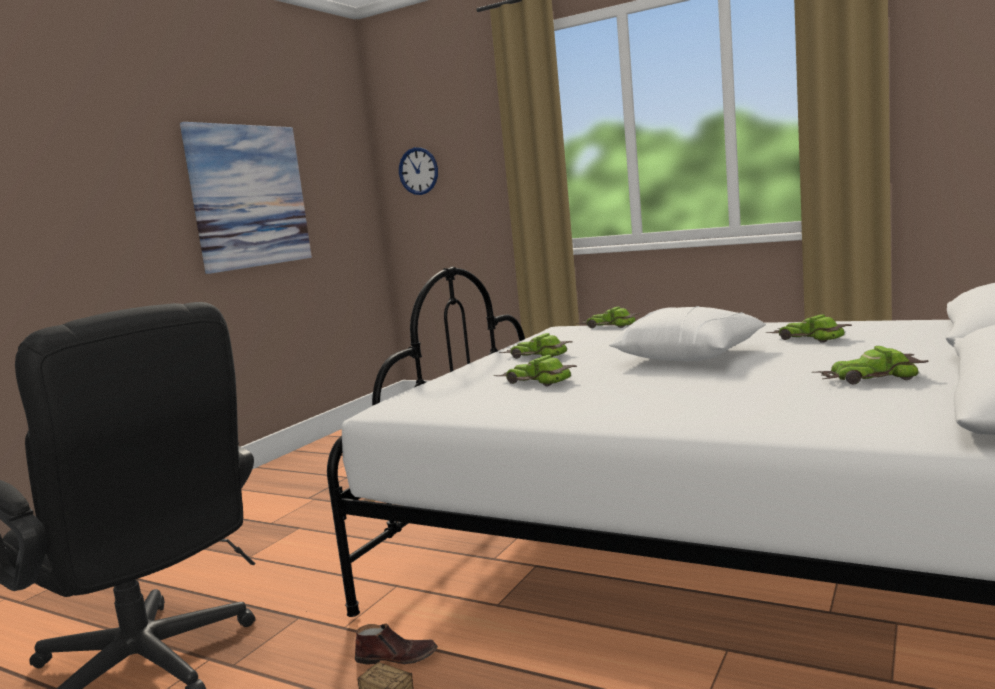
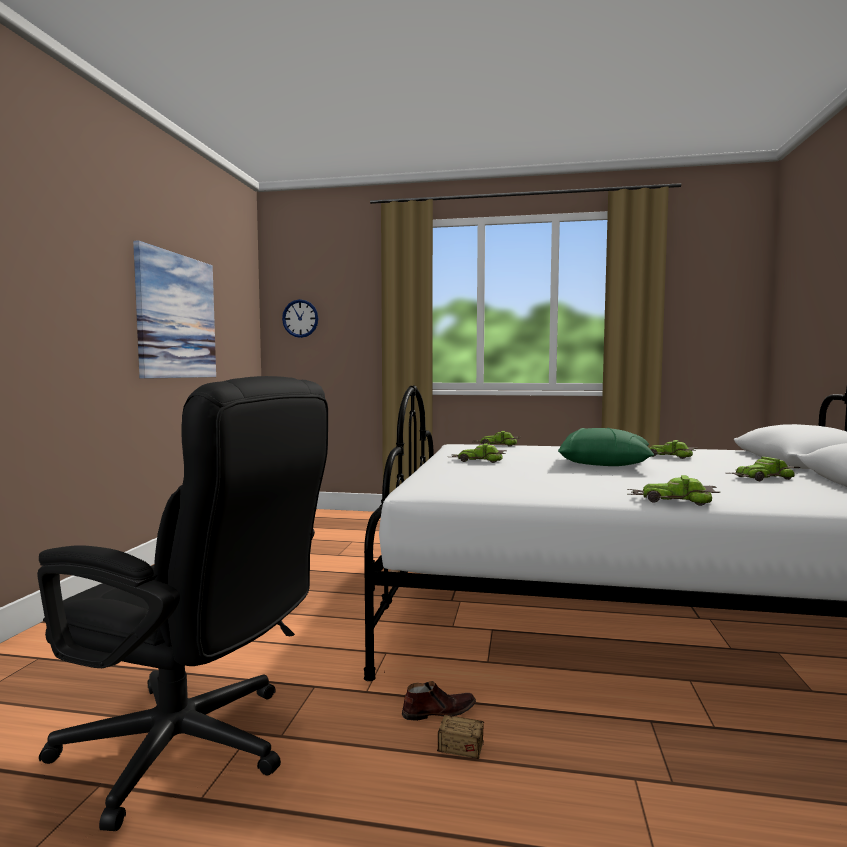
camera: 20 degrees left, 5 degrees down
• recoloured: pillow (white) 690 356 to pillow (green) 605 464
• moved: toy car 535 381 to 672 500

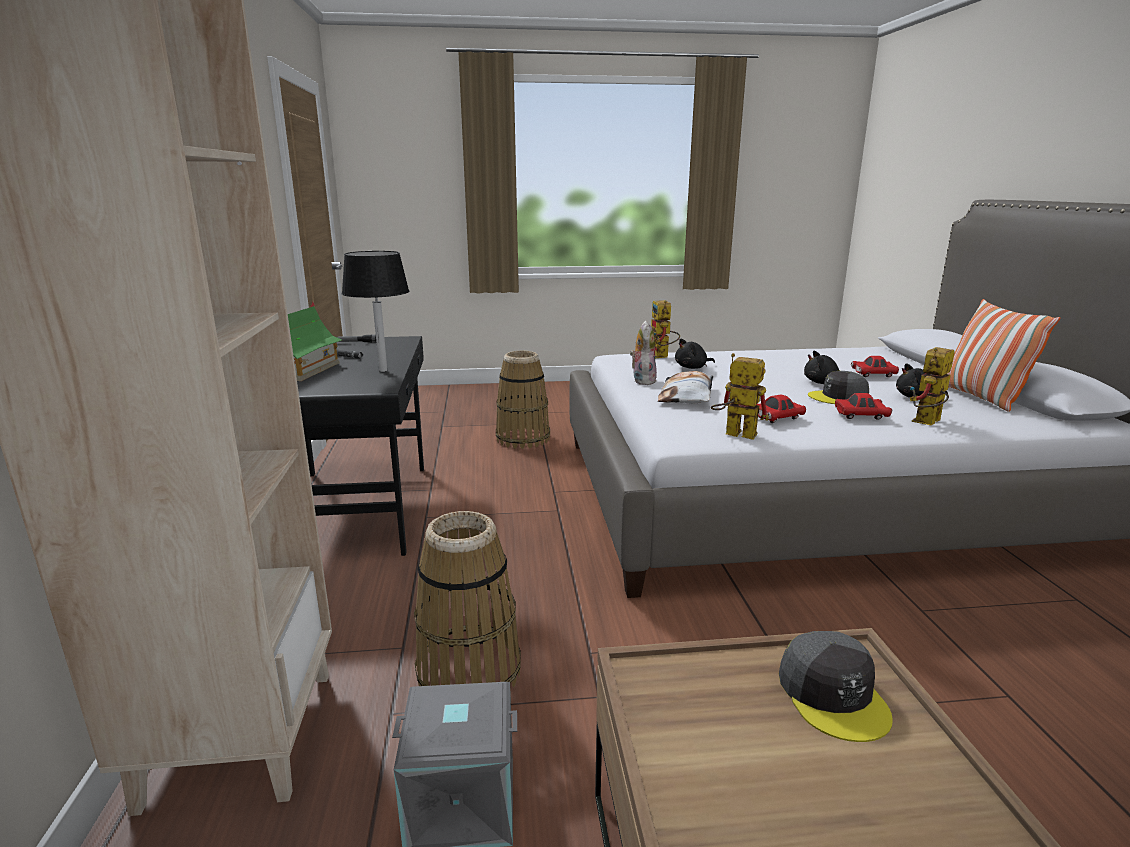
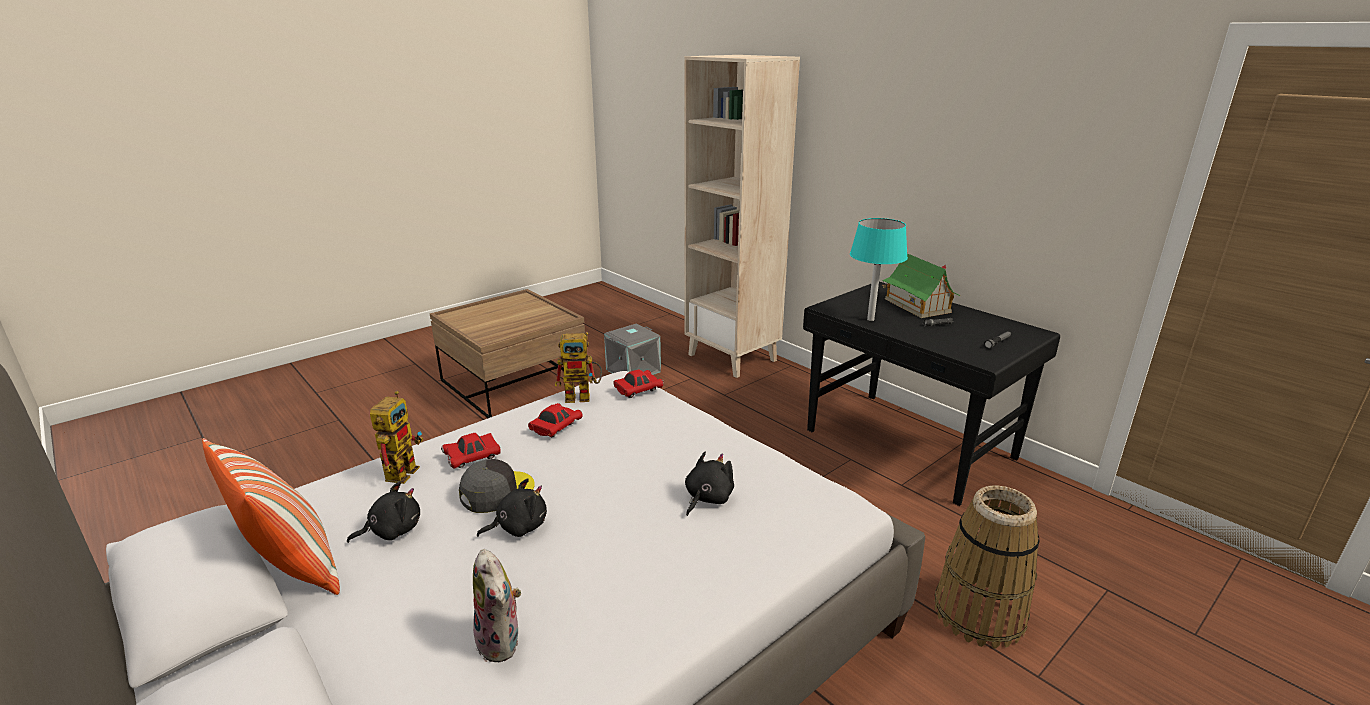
camera: 145 degrees right, 5 degrees up
• moved: plush toy 642 380 to 502 642
• moved: toy car (red) 873 375 to 638 391
• recoloured: table lamp (black) 383 370 to table lamp (turquoise) 870 320
• removed: basket 469 671
• removed: toy robot 662 356
• removed: pillow 687 396
• removed: cap (grey) 833 695

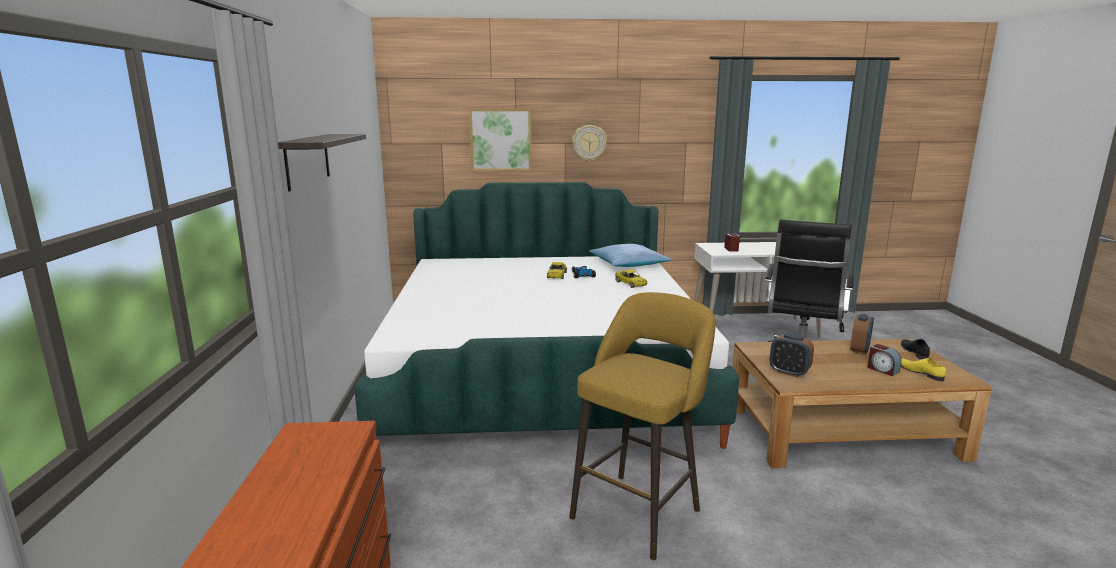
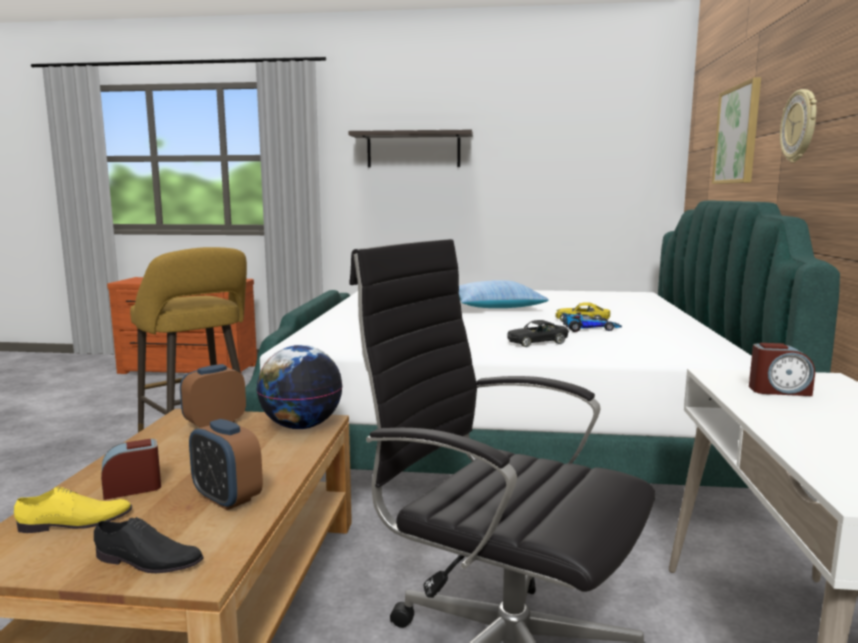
camera: 100 degrees right, 5 degrees down
• added: globe 301 426
• moved: pillow 628 264 to 493 306
• recoloured: toy car (yellow) 630 283 to toy car (black) 537 342

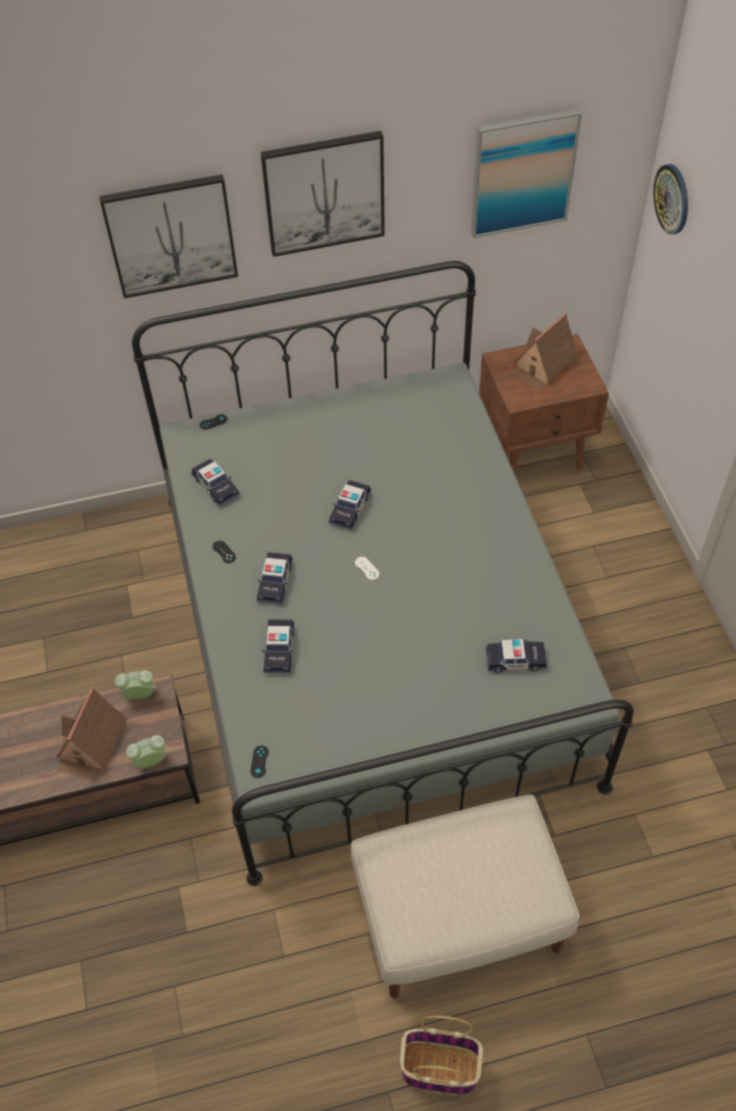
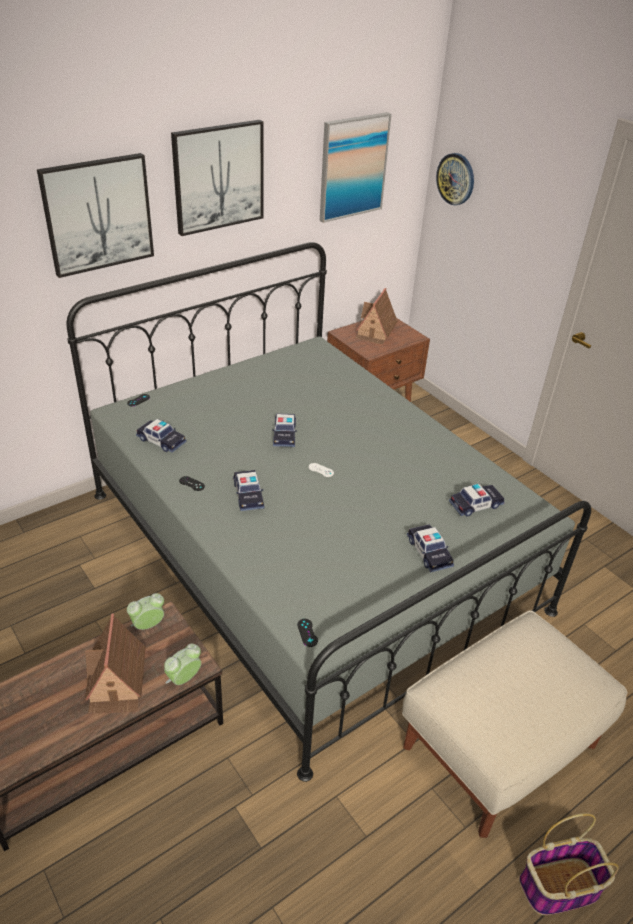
camera: 25 degrees left, 15 degrees down
• moved: toy car 279 649 to 429 552

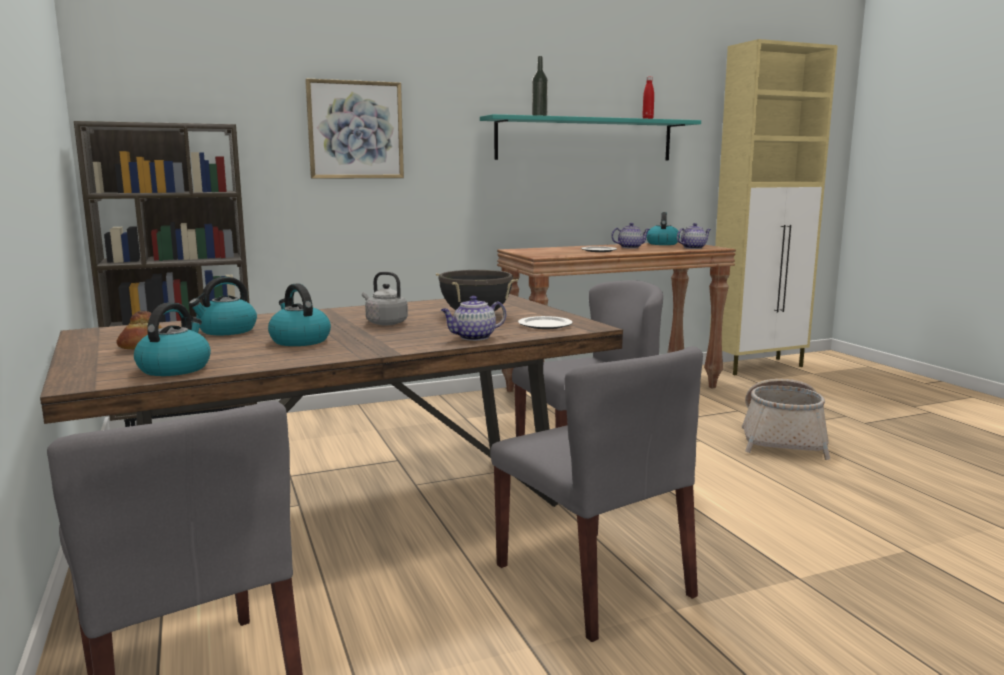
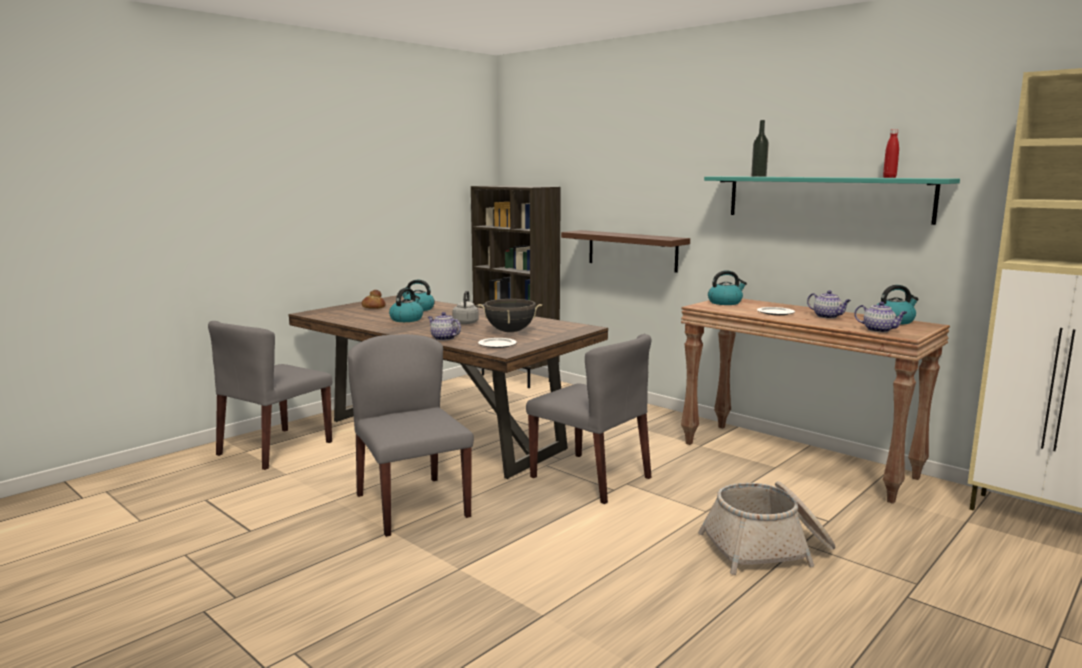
camera: 65 degrees right, 0 degrees up
• turned: chair (grey) 594 581 = 411 505 120 degrees clockwise
• added: shelf (brown) 632 250
• moved: kettle 175 368 to 725 302
• removed: picture 355 130

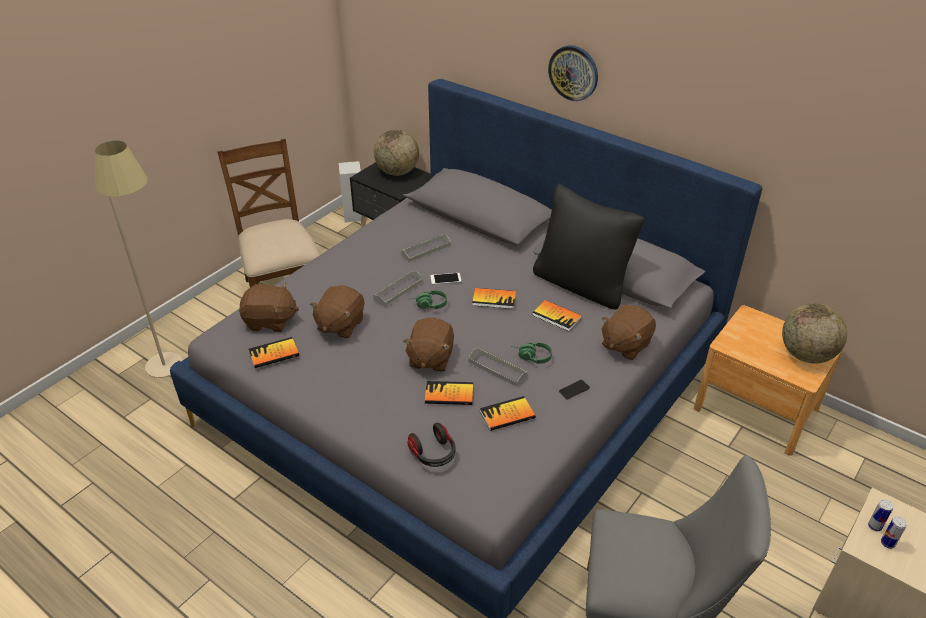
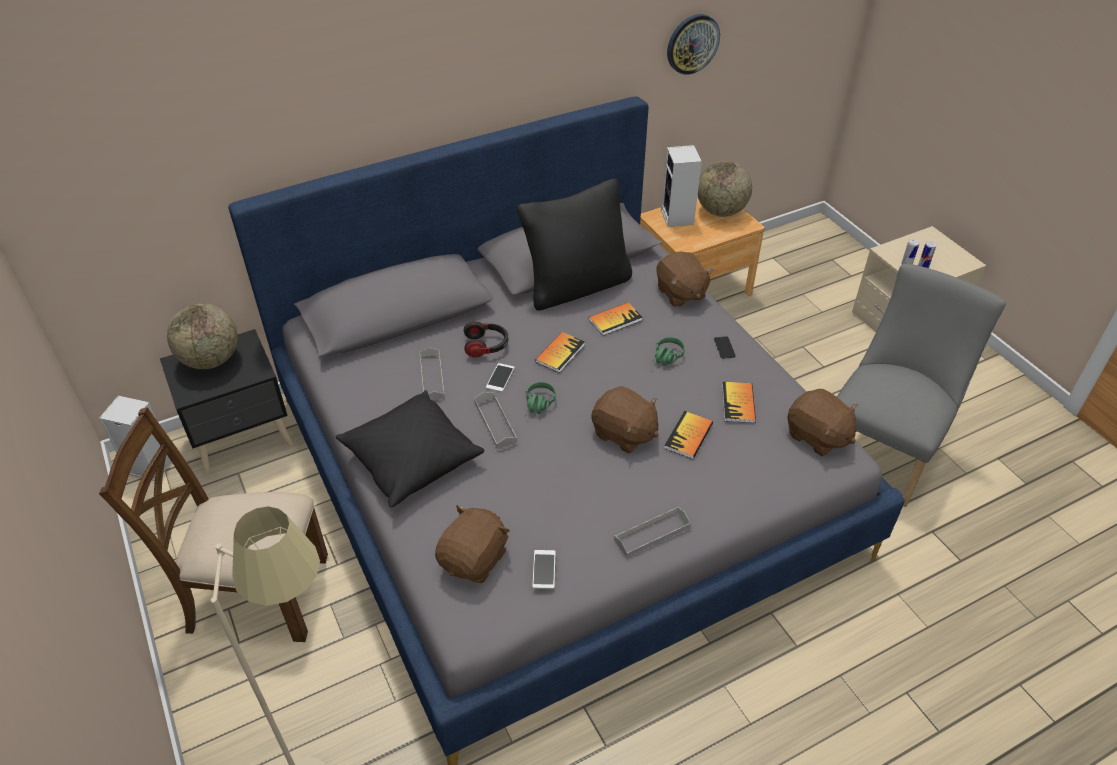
camera: 65 degrees left, 5 degrees up
• added: pillow (black) 411 459
• moved: headphones 433 454 to 486 346
• replaced: book 274 354 to phone 544 569
• moved: tray (grey) 497 369 to 652 533
• added: speaker 678 218
• moved: wall clock 573 72 to 692 43
• moved: plush toy (brown) 340 325 to 817 436

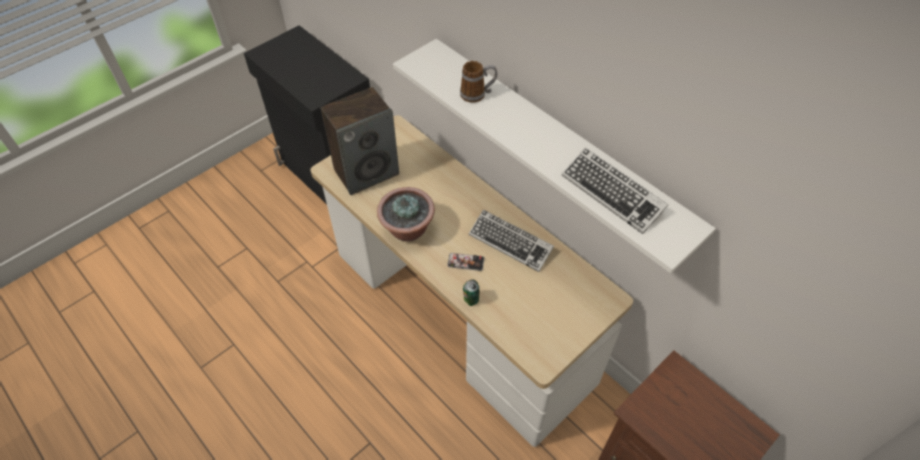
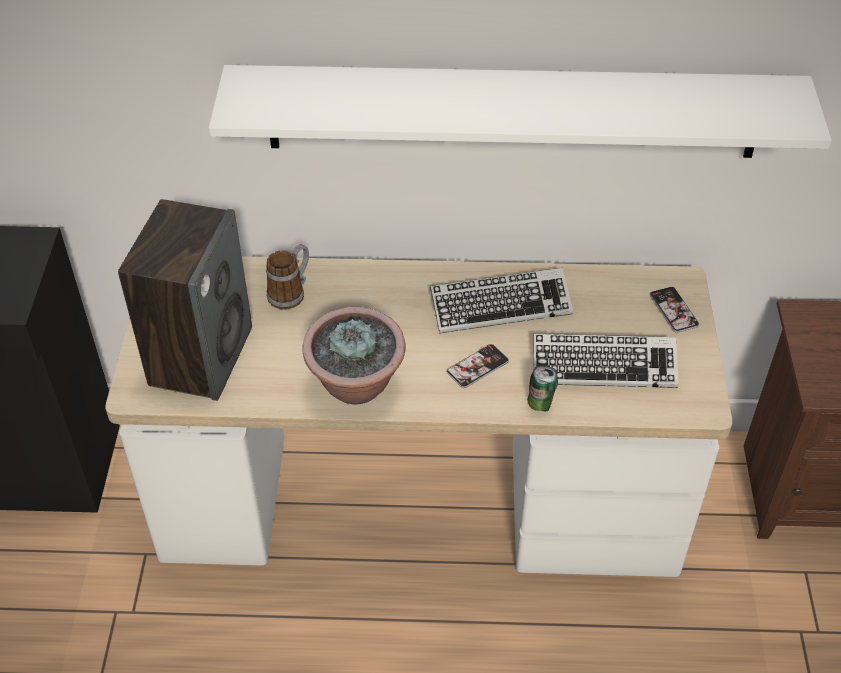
camera: 45 degrees left, 5 degrees down
• moved: mug 478 94 to 291 292
• moved: keyboard 612 194 to 603 367
• added: phone 673 310

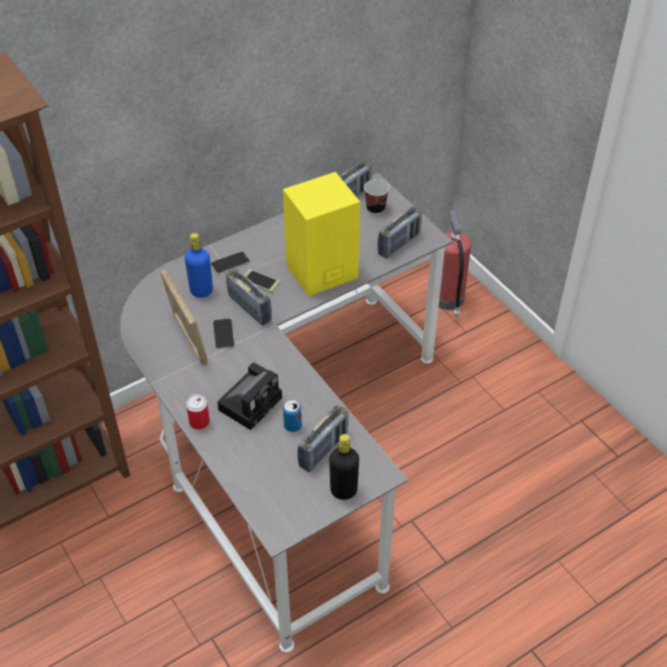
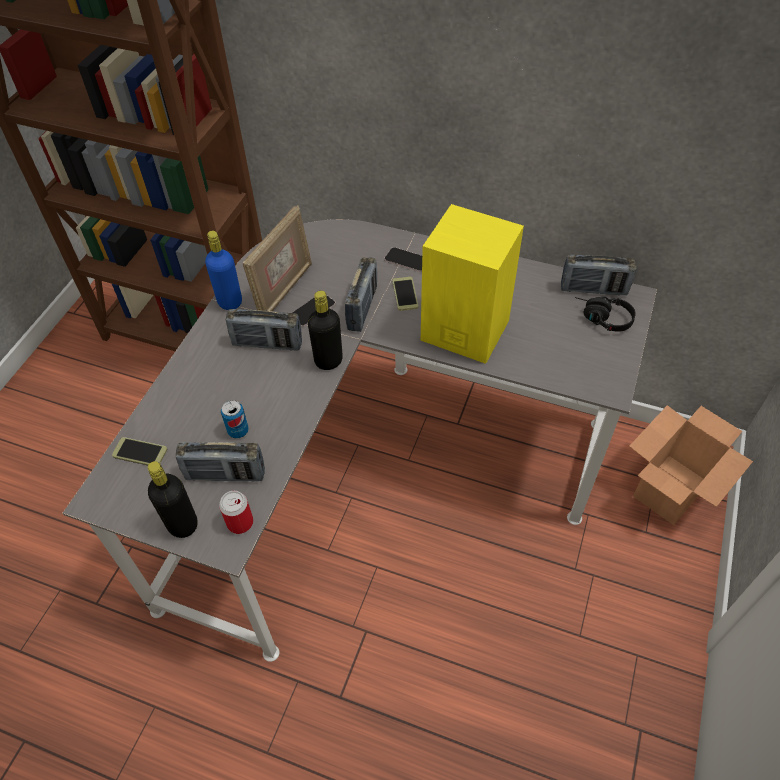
camera: 55 degrees right, 5 degrees up
• added: phone 140 452
• moved: bottle (blue) 201 291 to 230 302
• moved: can 199 422 to 240 522
• moved: radio 399 244 to 267 344
• added: bottle (black) 328 361
• replaced: cup 375 208 to headphones (black) 601 318
• replaced: fire extinguisher 448 300 to cardboard box 670 489
• removed: photo camera 251 402

